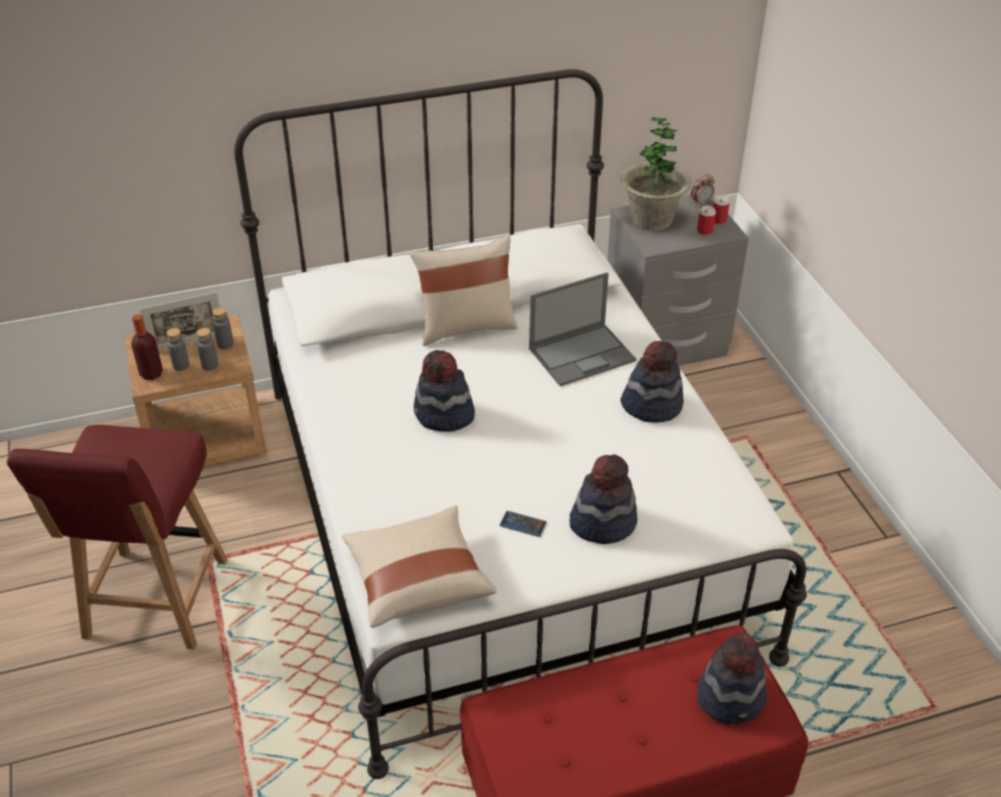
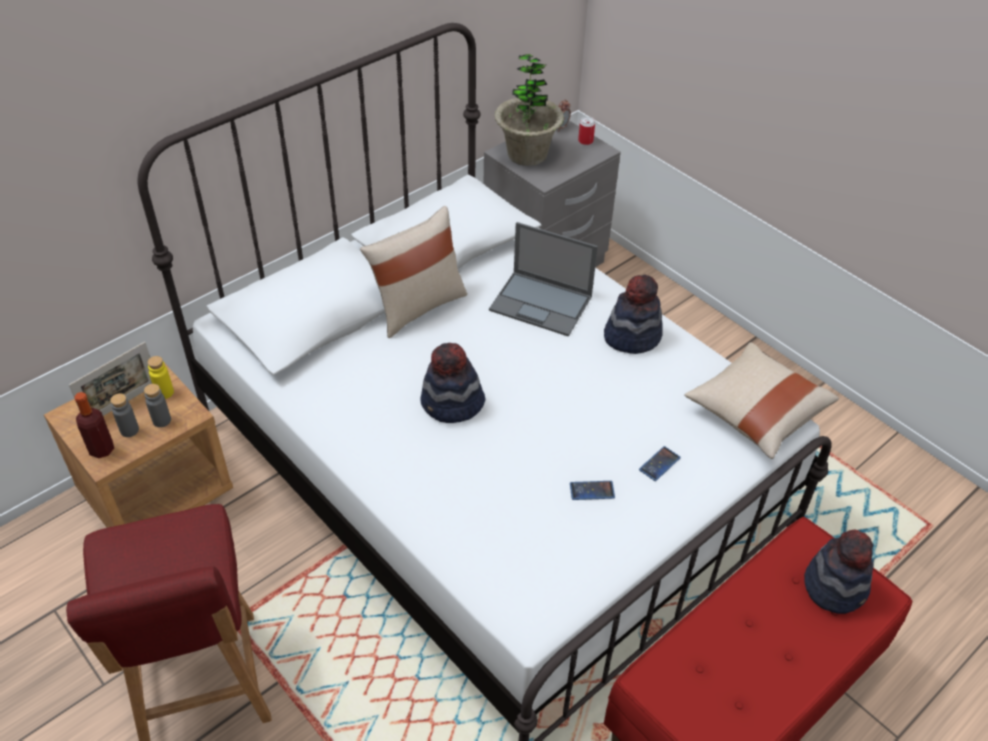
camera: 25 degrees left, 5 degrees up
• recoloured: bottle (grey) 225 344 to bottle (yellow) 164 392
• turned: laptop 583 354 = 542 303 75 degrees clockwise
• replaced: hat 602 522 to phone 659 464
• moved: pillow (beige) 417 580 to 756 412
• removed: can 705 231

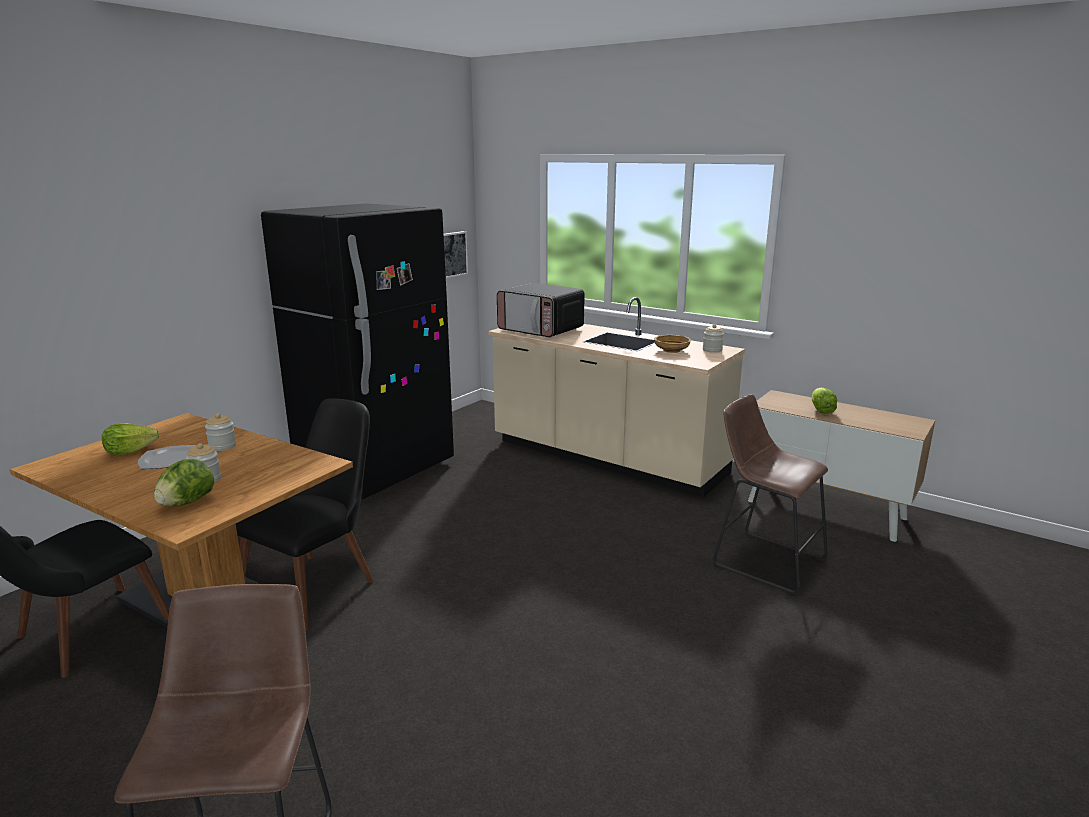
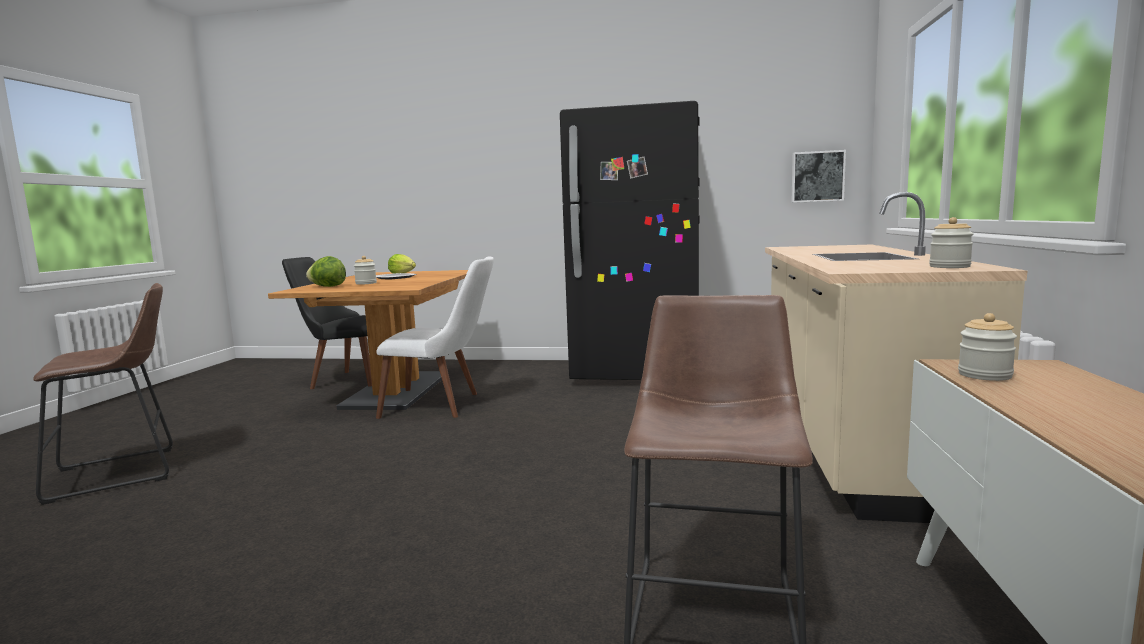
camera: 65 degrees right, 10 degrees down
• recoloured: chair (black) 319 581 to chair (white) 443 405
• moved: jar 222 446 to 984 375
• removed: microwave 541 330
• removed: bowl (beige) 672 350
• removed: lettuce 821 411

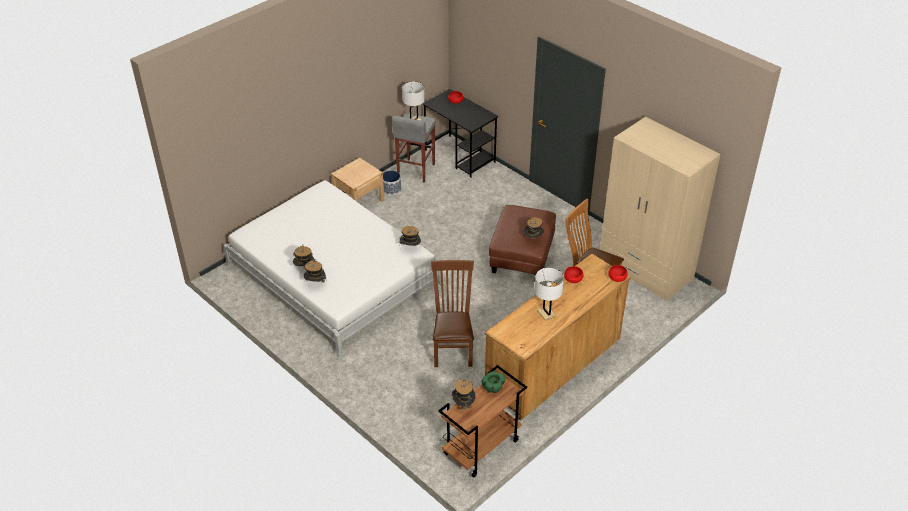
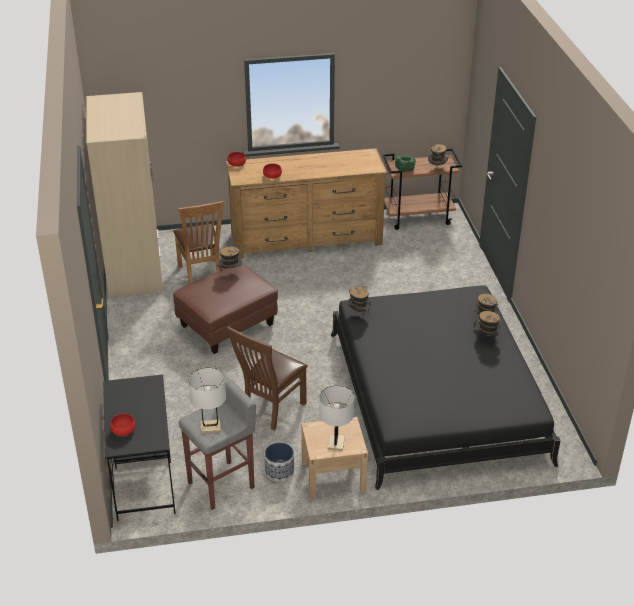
camera: 145 degrees left, 5 degrees down
• moved: chair (brown) 453 348 to 271 410
• moved: table lamp (white) 546 313 to 336 443
• recoloured: bed (white) 333 274 to bed (black) 436 395

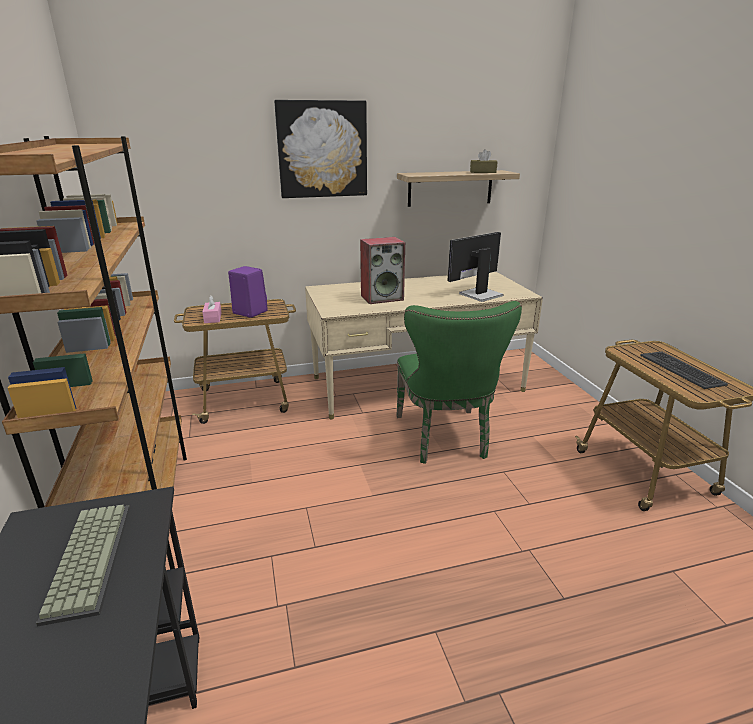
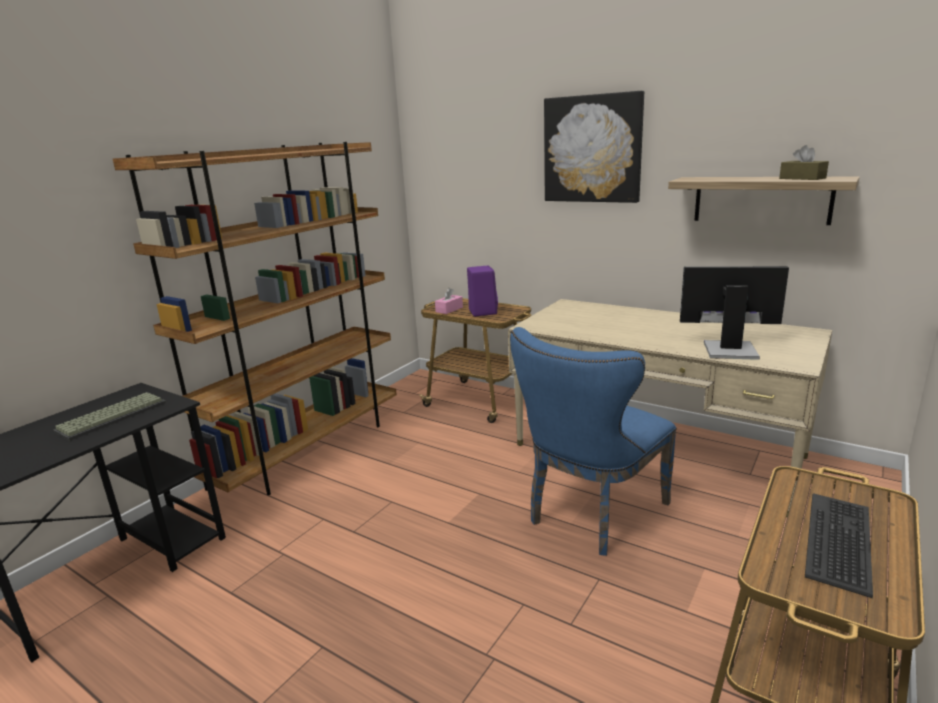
camera: 50 degrees right, 5 degrees down
• recoloured: chair (green) 445 439 to chair (blue) 591 515
• removed: speaker 382 297

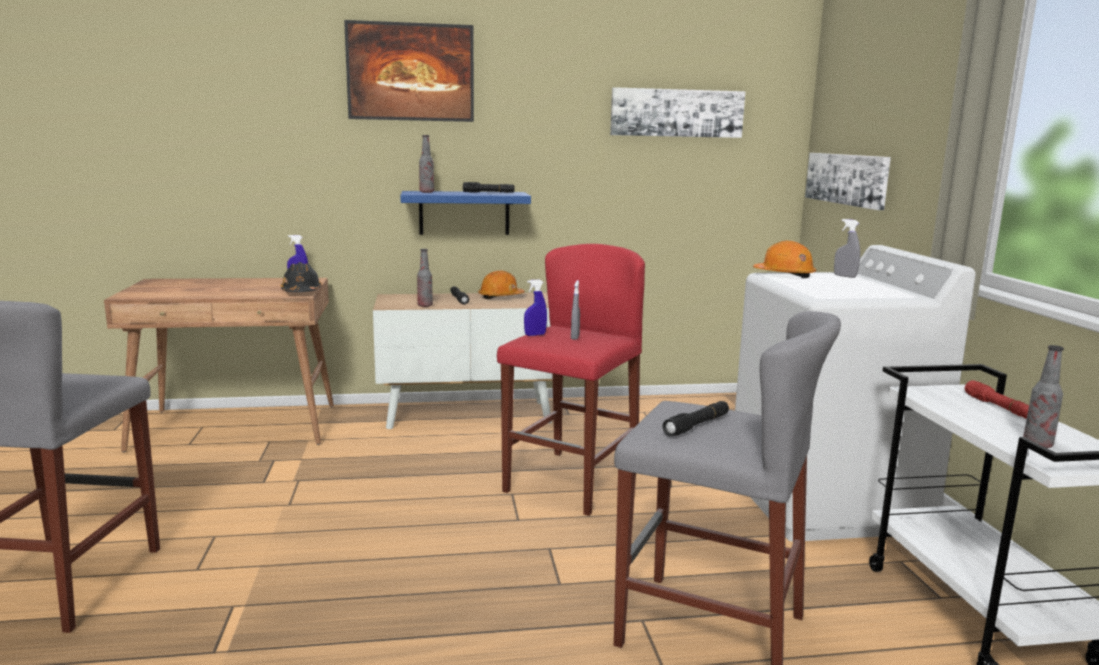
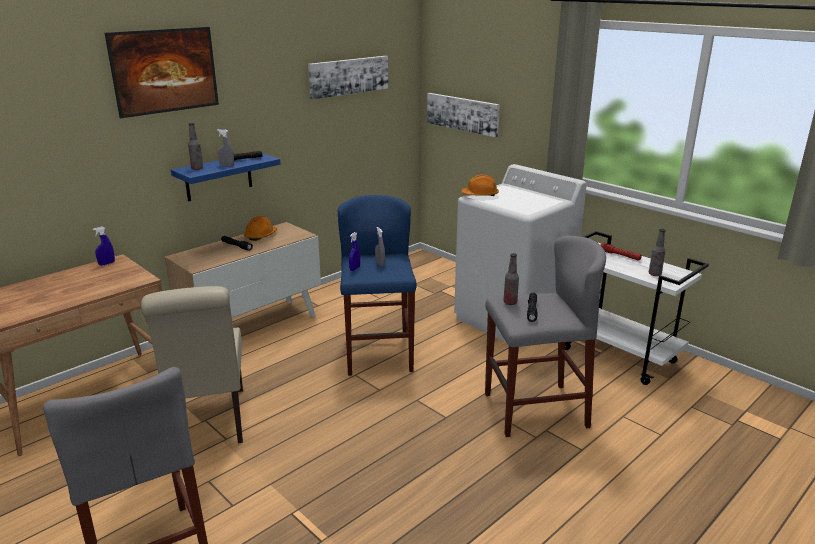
camera: 35 degrees left, 10 degrees up
• added: chair (beige) 209 423
• moved: spray bottle (grey) 845 276 to 227 165
• recoloured: stool (red) 571 482 to stool (blue) 378 354
• moved: bottle 425 305 to 510 303
• removed: hard hat (black) 301 292

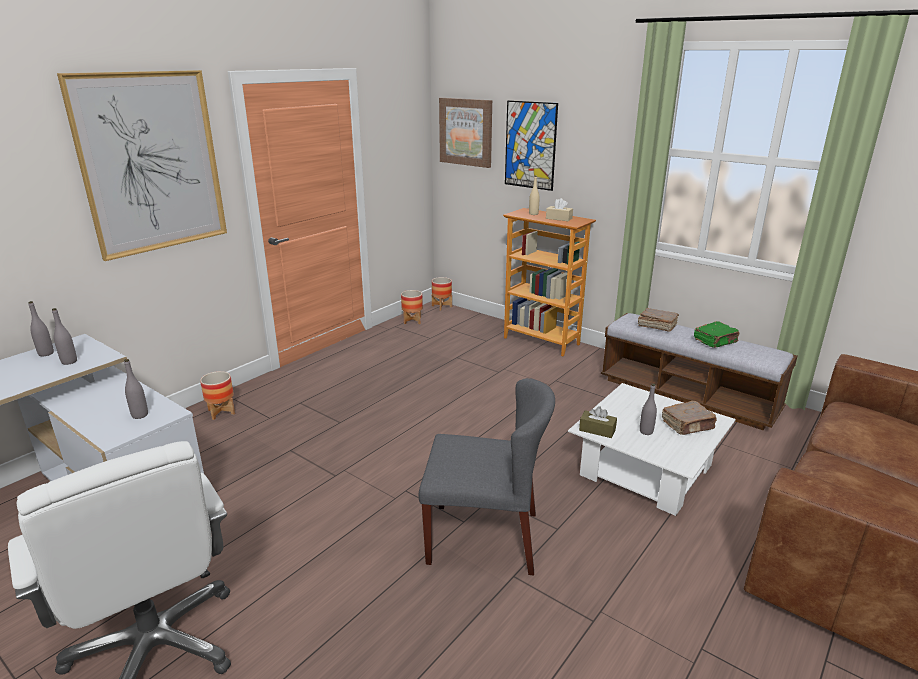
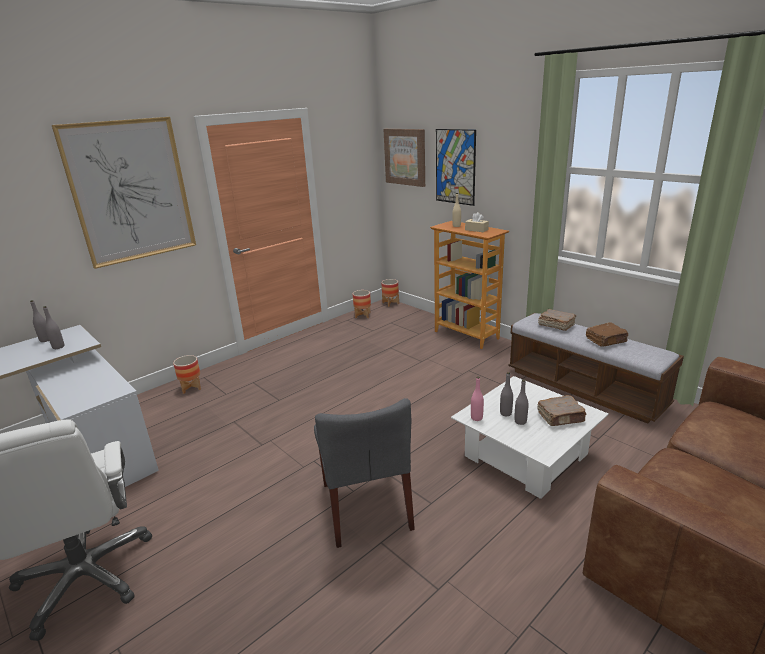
camera: 10 degrees right, 0 degrees up
• turned: chair (grey) 484 537 = 366 506 60 degrees clockwise
• replaced: tissue box (brown) 597 430 to bottle (pink) 476 418
• moved: bottle (grey) 140 415 to 505 413
• recoloured: book (green) 715 341 to book (brown) 606 341

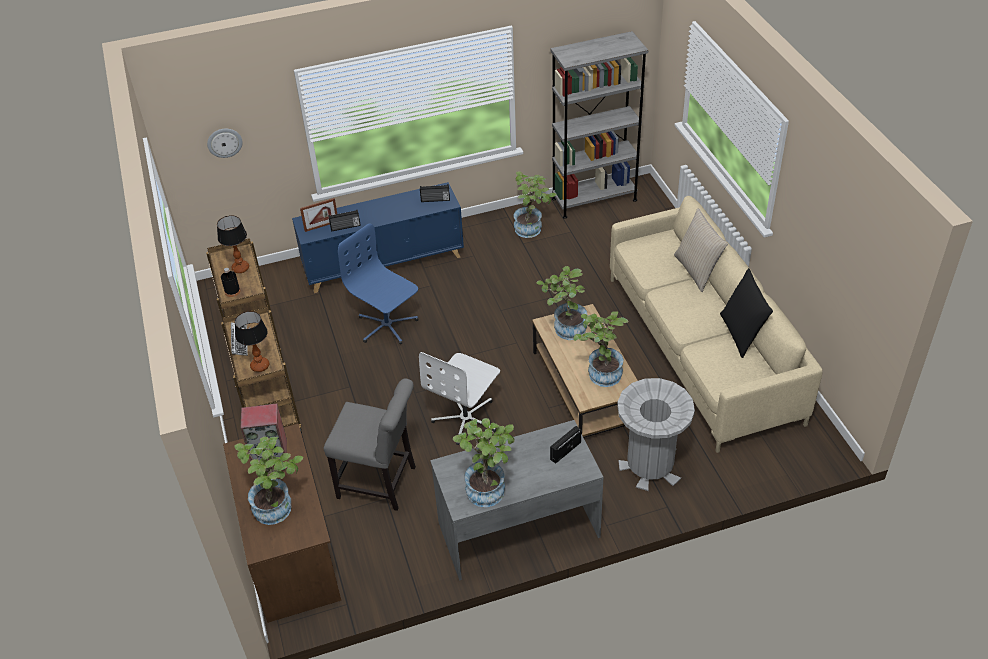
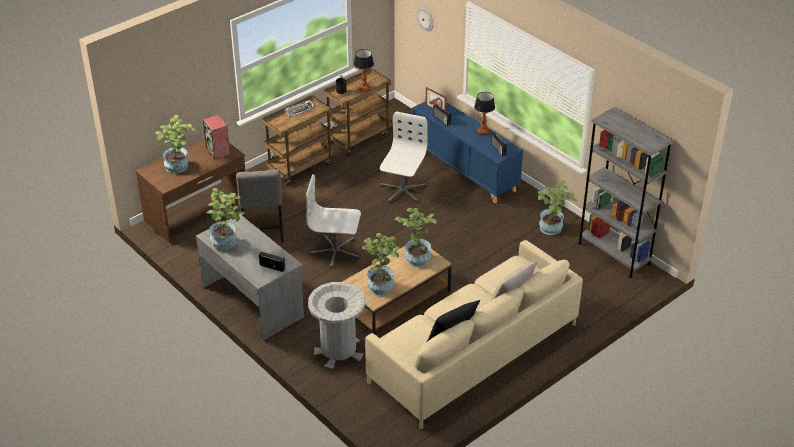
camera: 65 degrees right, 5 degrees down
• recoloured: office chair (blue) 387 326 to office chair (white) 402 191
• moved: table lamp 259 366 to 483 131

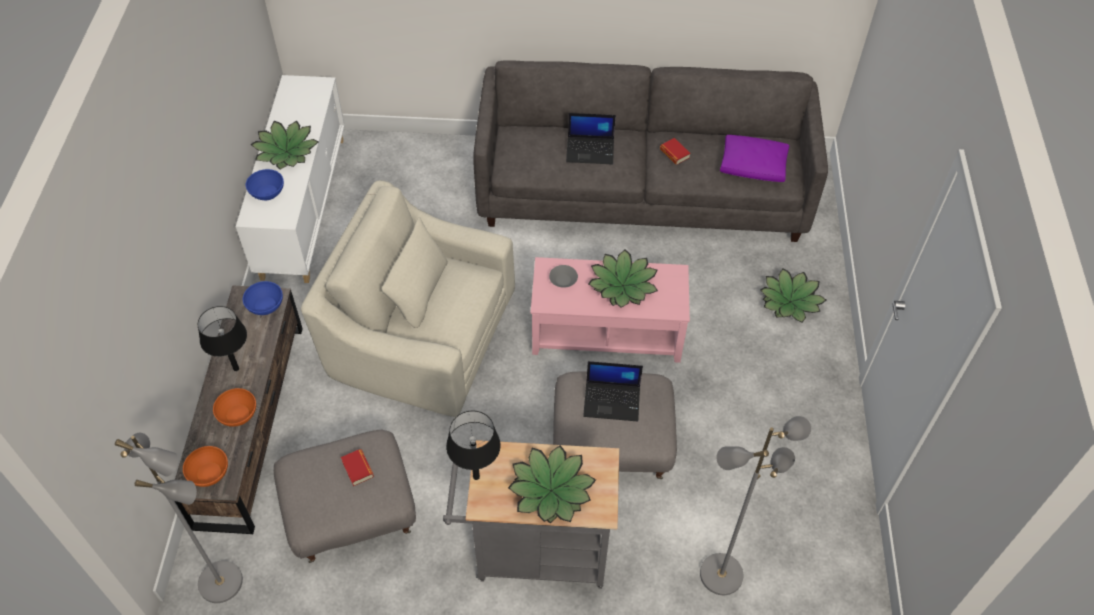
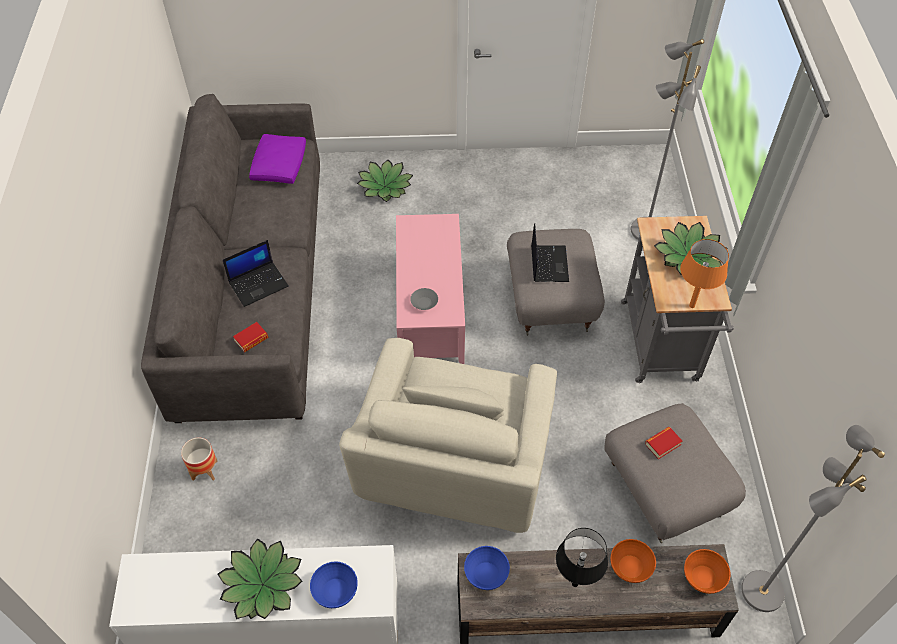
camera: 95 degrees left, 0 degrees up
• added: planter 204 470
• turned: laptop 591 150 = 259 284 60 degrees clockwise
• moved: book 674 154 to 251 339
• recoloured: table lamp (black) 476 477 to table lamp (orange) 691 305
• removed: potted plant 622 285

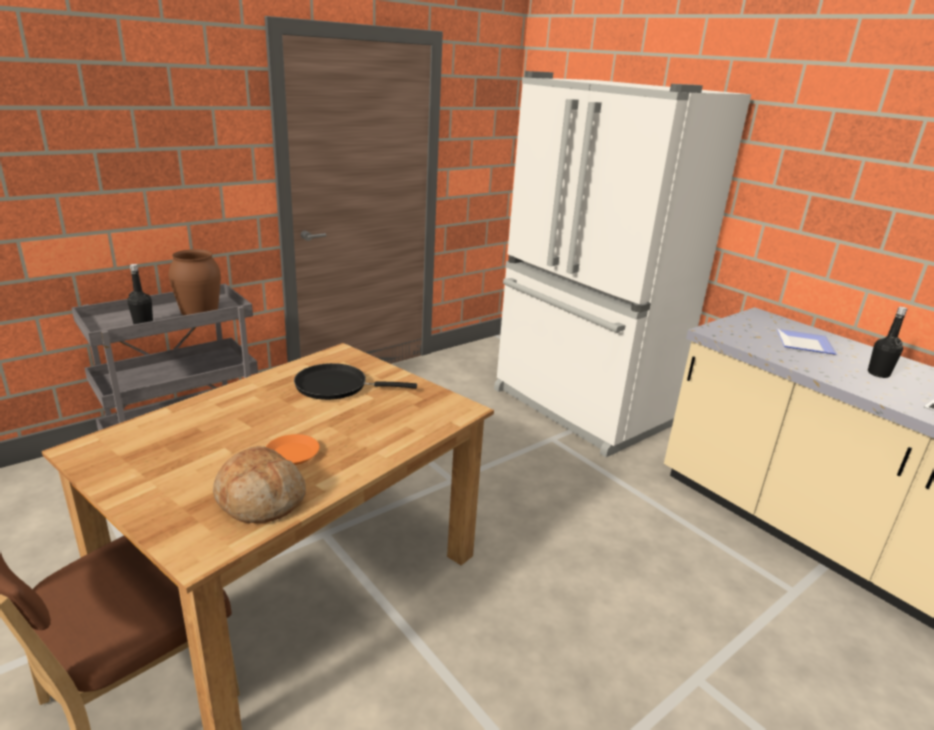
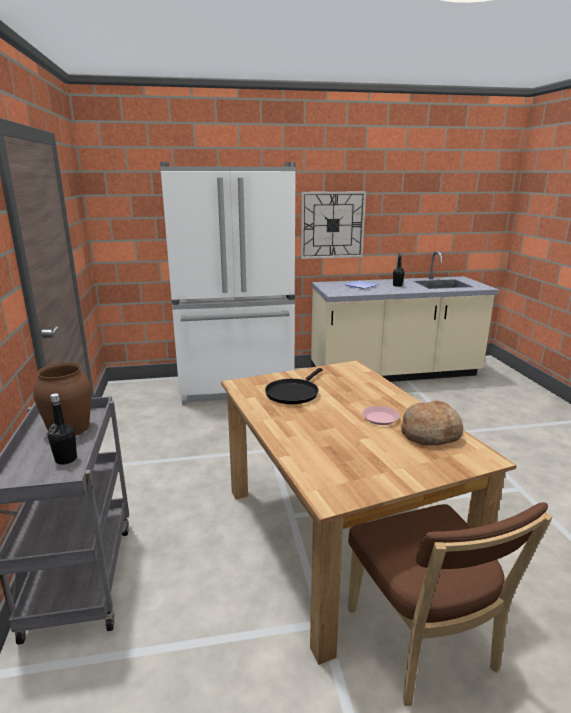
camera: 60 degrees left, 5 degrees down
• added: wall clock 332 225
• recoloured: plate (orange) 293 454 to plate (pink) 380 418

